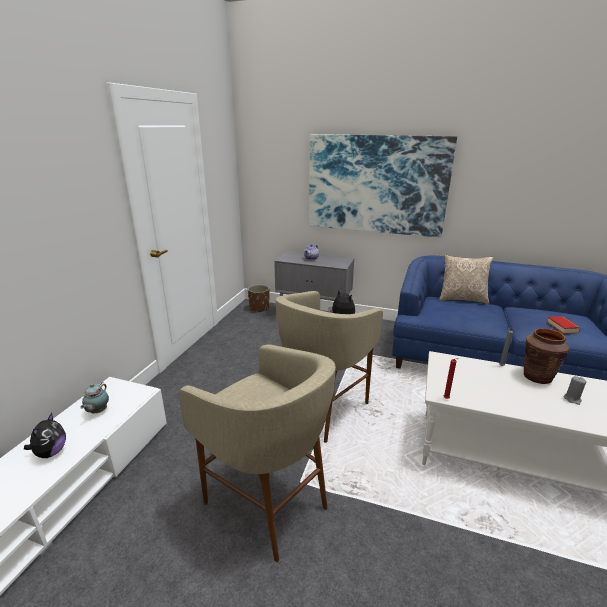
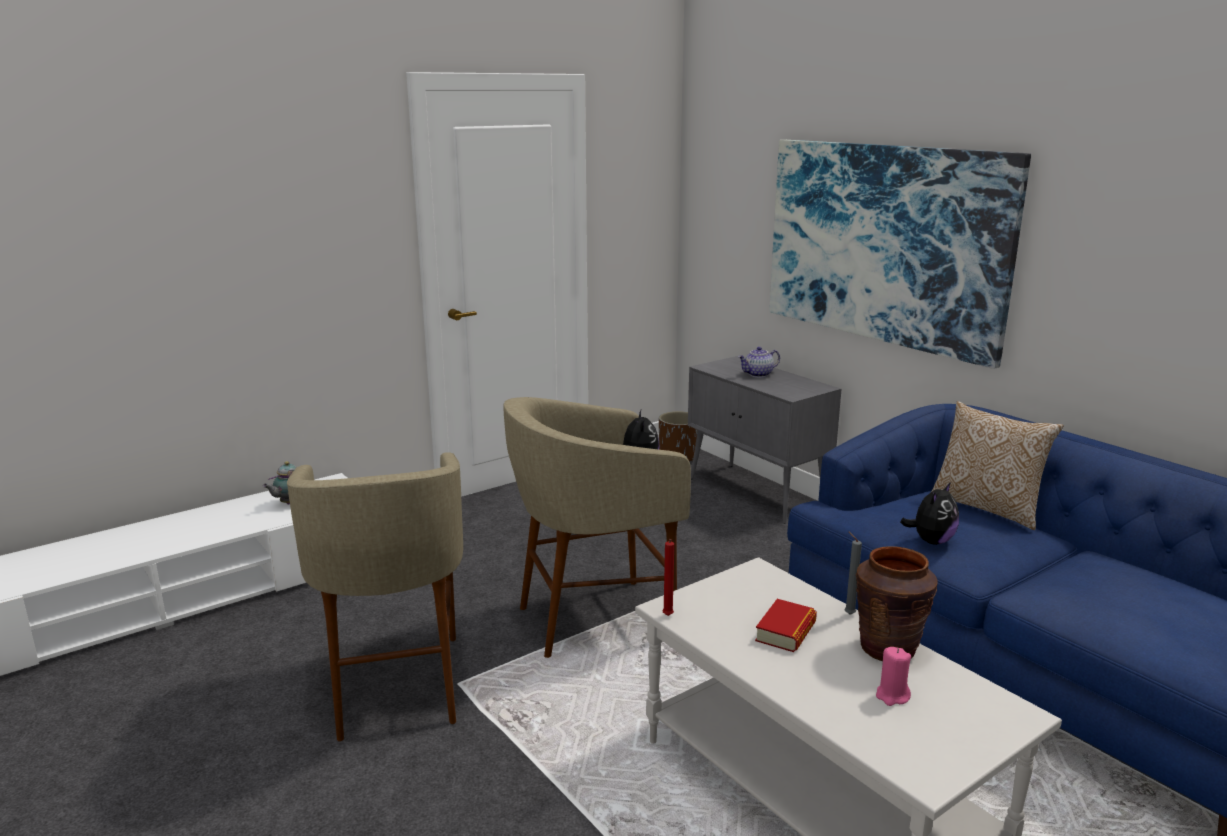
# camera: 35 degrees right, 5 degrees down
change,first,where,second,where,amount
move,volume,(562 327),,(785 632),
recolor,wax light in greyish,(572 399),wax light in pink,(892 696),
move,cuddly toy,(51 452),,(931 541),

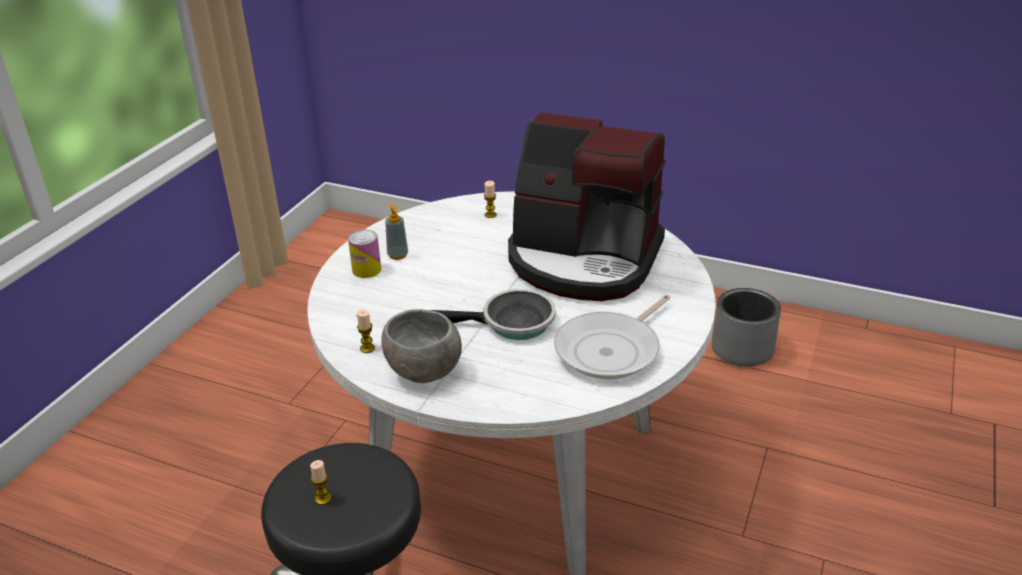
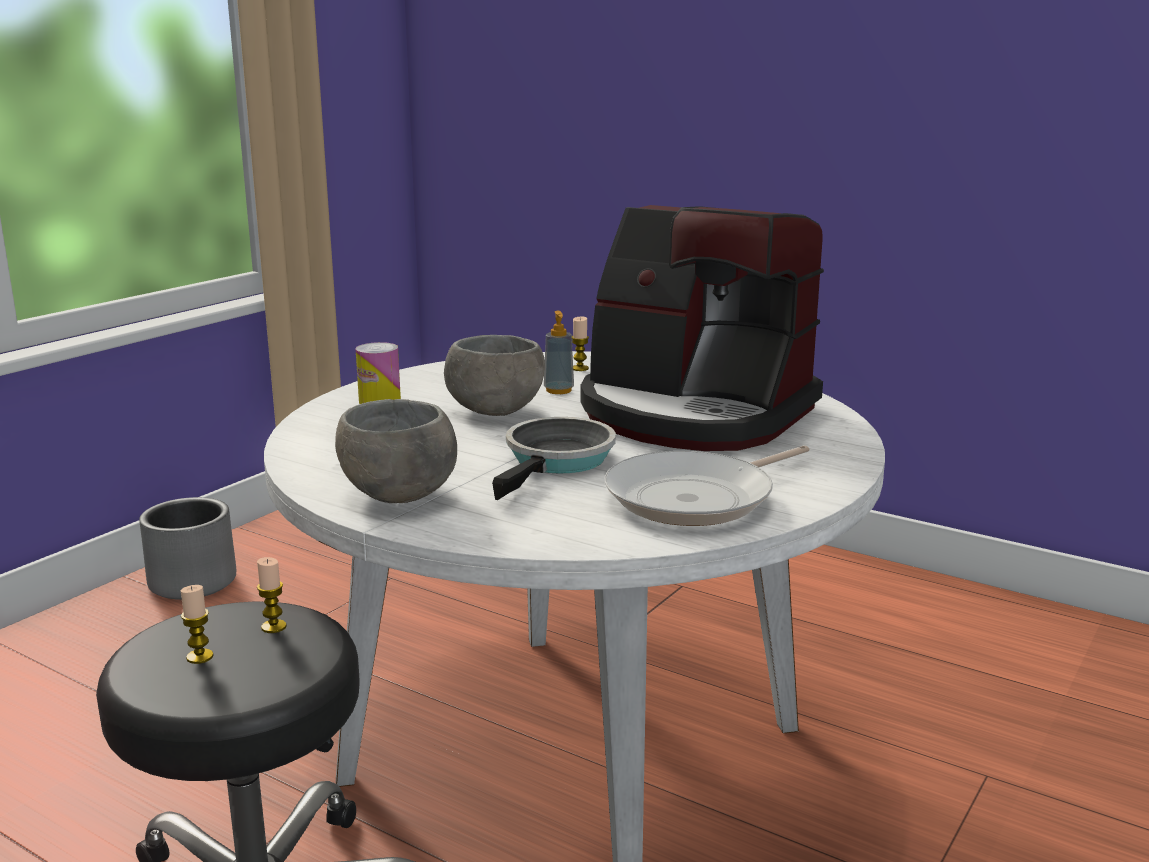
# camera: 10 degrees right, 15 degrees down
change,first,where,second,where,amount
move,planter in greyish,(742 349),,(193 582),
move,wax light,(367 348),,(273 627),
insert,,,deep dish in greyish,(494 411),
rotate,pan,(512 323),,(557 461),75 degrees counterclockwise
move,soap bottle,(398 255),,(558 390),

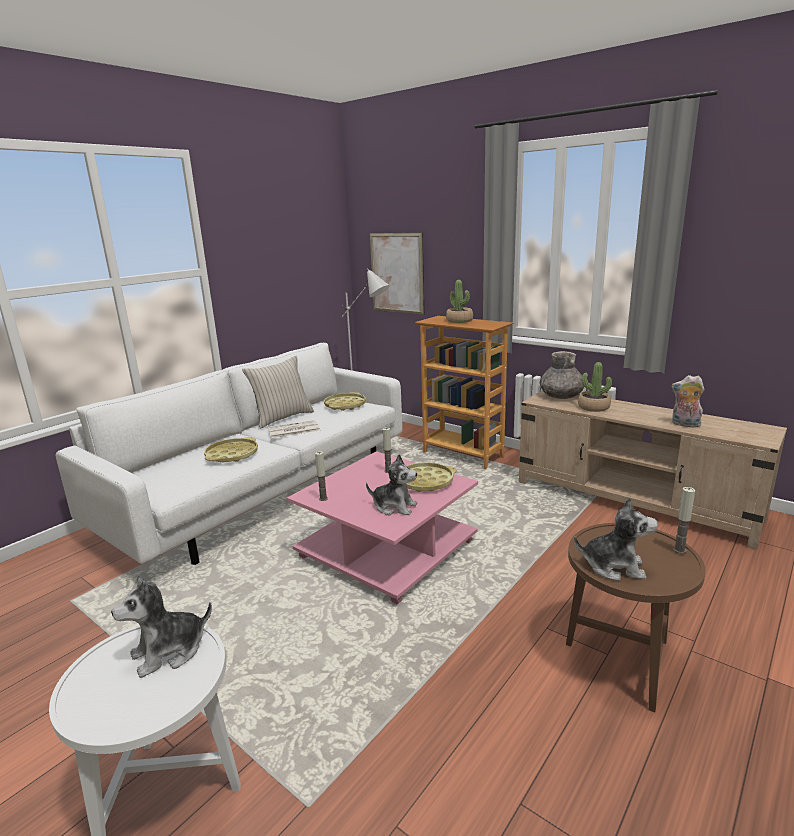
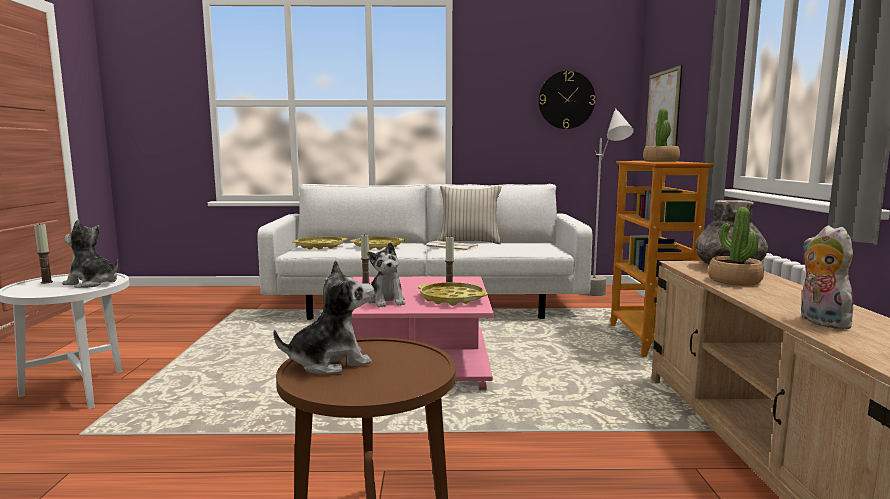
# camera: 50 degrees right, 10 degrees down
change,first,where,second,where,amount
move,wax light,(679 550),,(46 282),
rotate,cuddly toy,(614 566),,(330 362),90 degrees counterclockwise
move,tray in yellowish,(345 405),,(320 246),
insert,,,clock on the wall,(566 100),

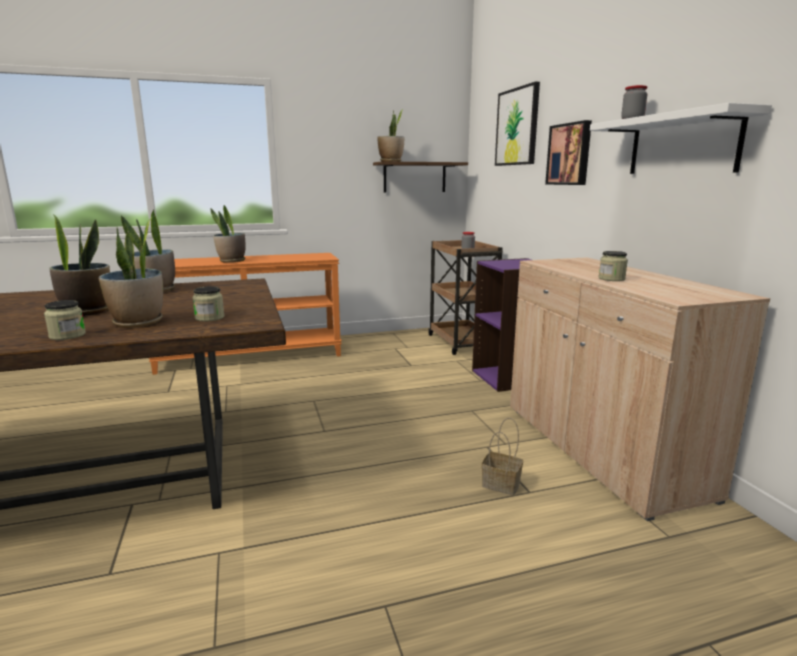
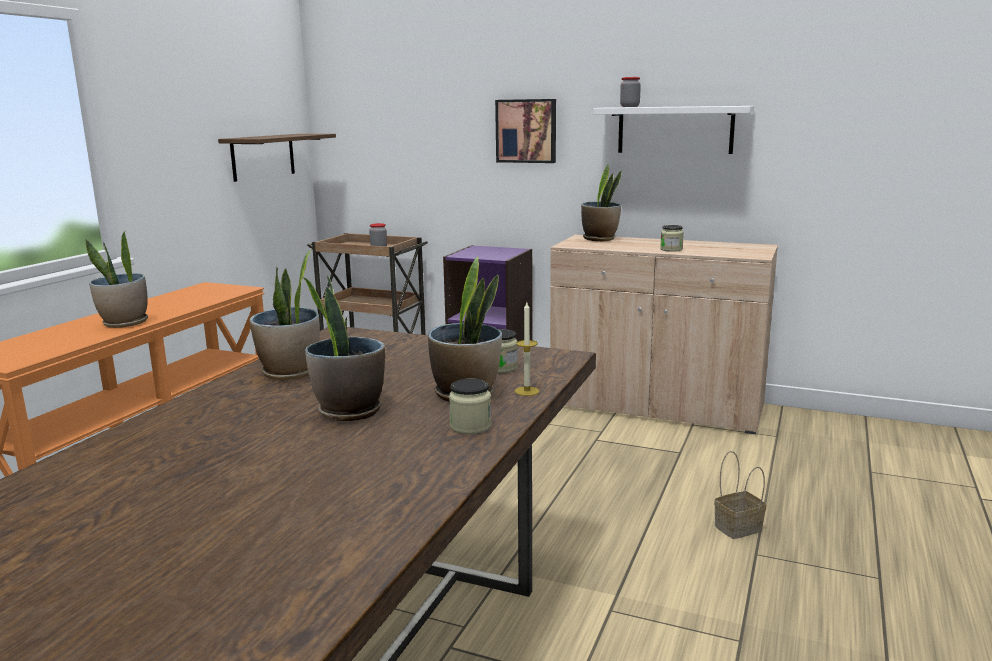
# camera: 50 degrees left, 0 degrees up
change,first,where,second,where,amount
insert,,,wax light,(527 391),
move,houseplant,(391 161),,(600 239),
move,basket,(502 484),,(738 527),
delete,wall picture,(517 127),,,

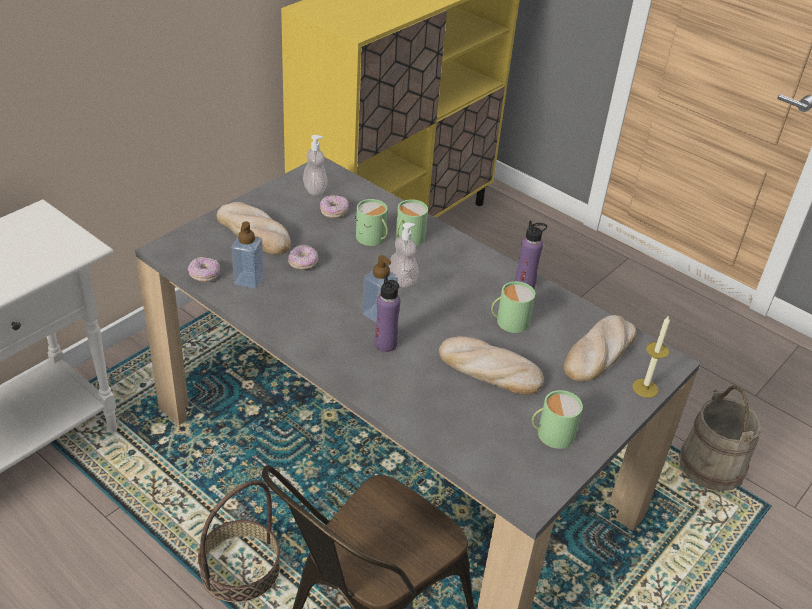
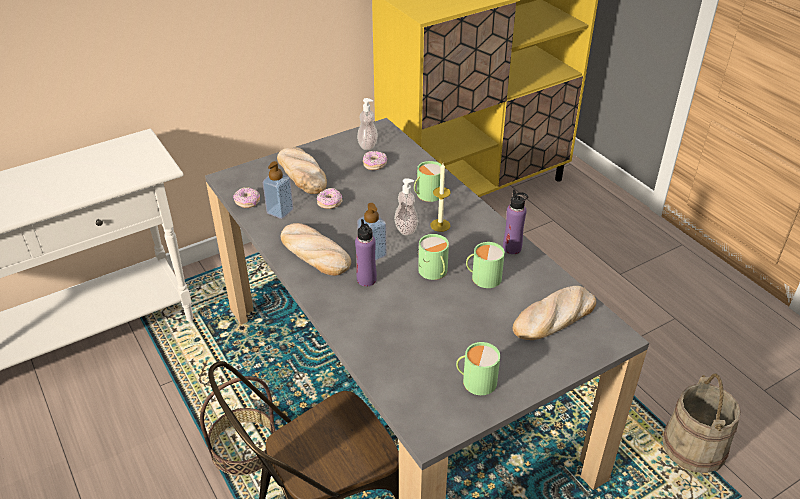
# camera: 20 degrees right, 0 degrees up
change,first,where,second,where,amount
move,bakery bread,(489 370),,(314 252),
move,tea mug in green-coloured,(372 238),,(434 272),
move,wax light,(645 388),,(440 225),

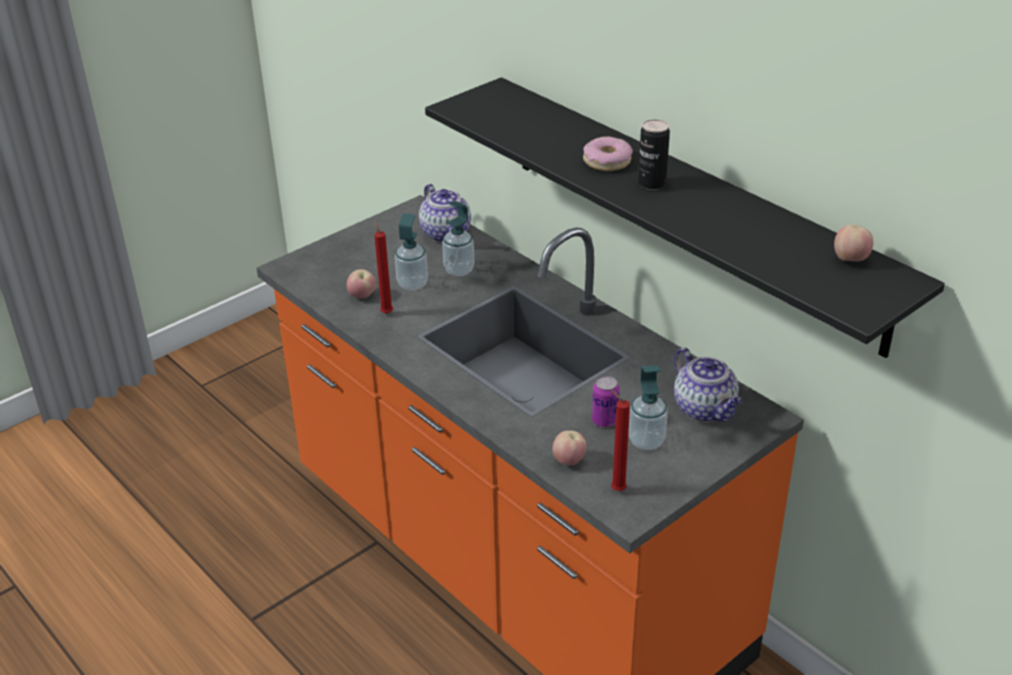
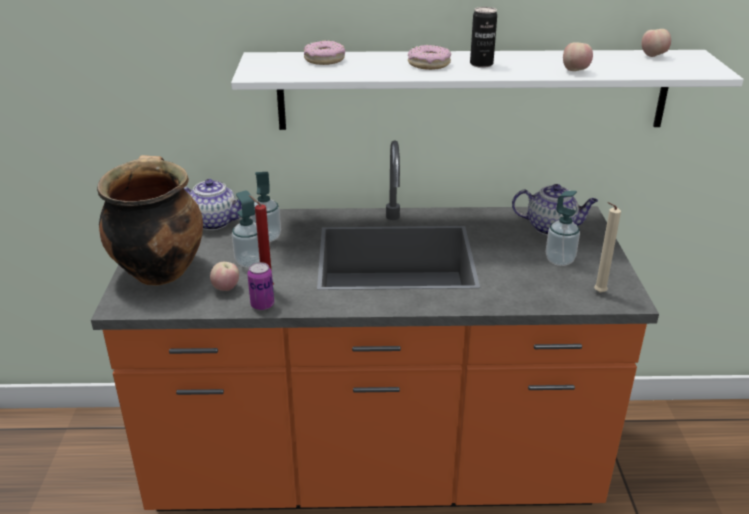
# camera: 50 degrees left, 5 degrees down
change,first,where,second,where,amount
insert,,,stockpot,(159 270),
recolor,bracket shelf in black-coloured,(688 209),bracket shelf in white-coloured,(472 90),
move,metal can,(605 421),,(262 305),
insert,,,donut,(324 60),
move,apple,(569 461),,(575 71),
recolor,wax light in reddish,(616 489),wax light in beige-coloured,(598 293),

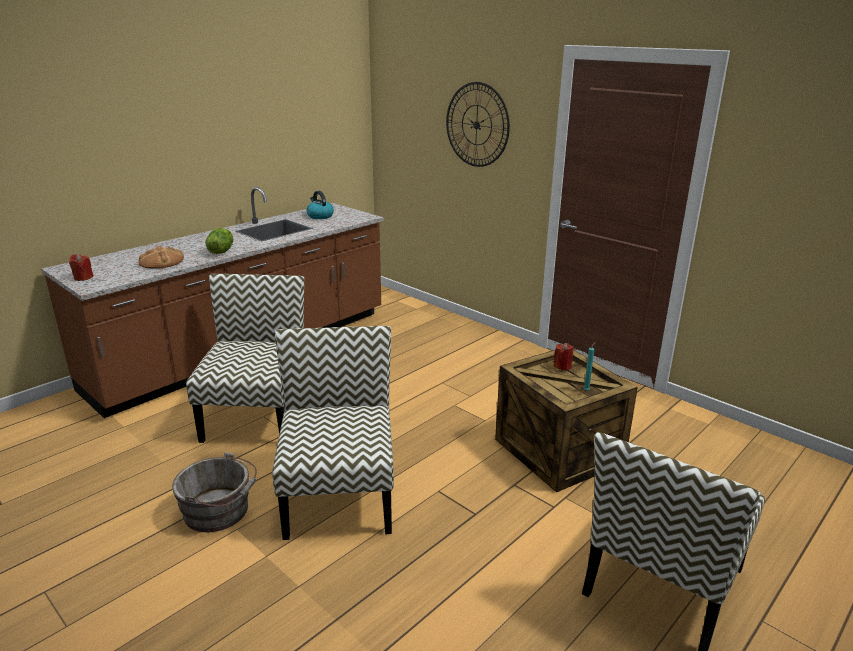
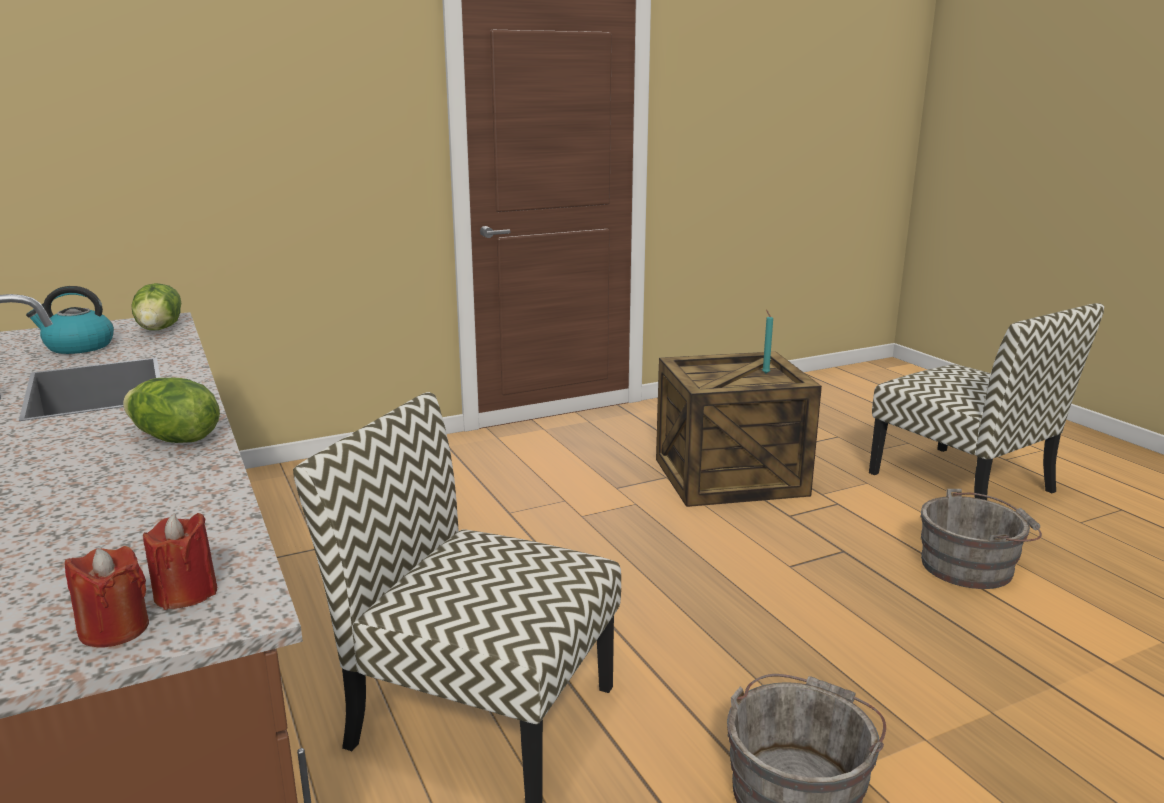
# camera: 70 degrees left, 5 degrees down
change,first,where,second,where,amount
insert,,,lettuce,(160 329),
move,wax light in reddish,(562 366),,(186 593),
insert,,,bucket in greyish,(972 566),
delete,bakery bread,(161 262),,,
delete,plain chair,(339 495),,,
delete,clock on the wall,(477 125),,,

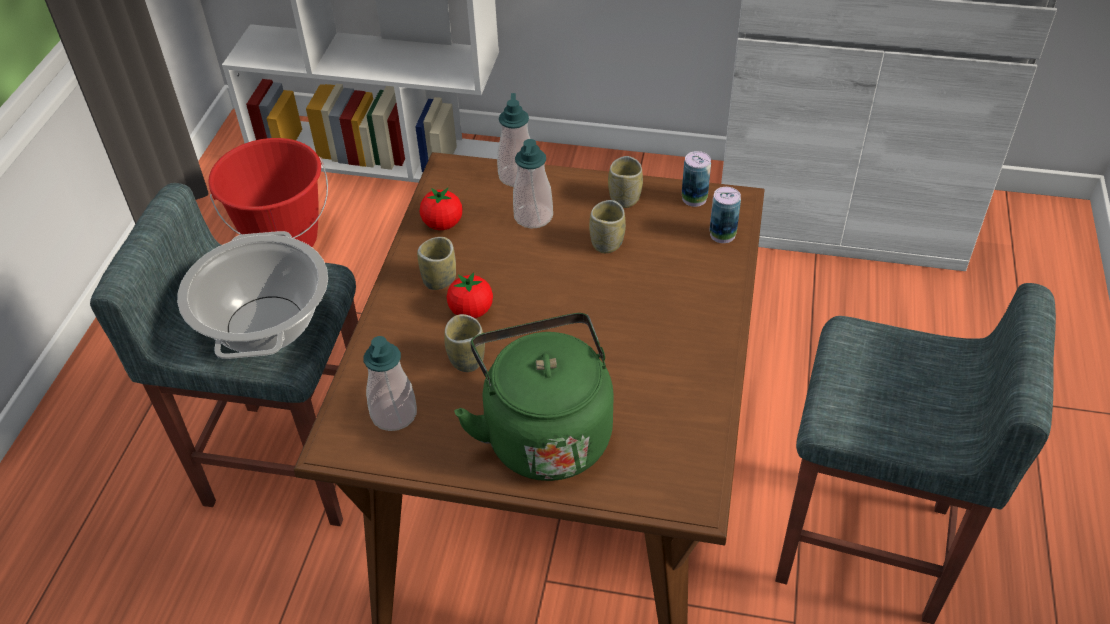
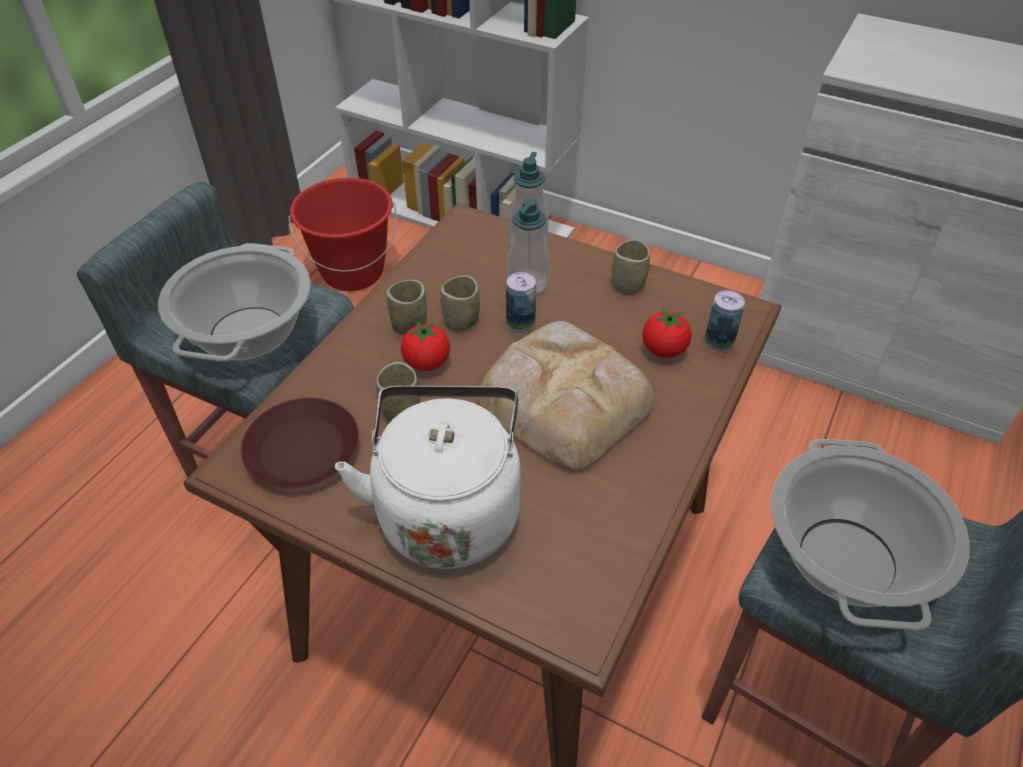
# camera: 15 degrees right, 0 degrees up
change,first,where,second,where,amount
replace,soap bottle,(394 414),plate in brown-coloured,(304 450),
recolor,tea kettle in green-coloured,(545 432),tea kettle in white-coloured,(448 510),
move,small cup,(607 243),,(461 321),
insert,,,bakery bread,(564 399),
move,metal can,(694 198),,(520 324),
move,fresh tomato,(442 224),,(664 350),
insert,,,stockpot,(845 559),

